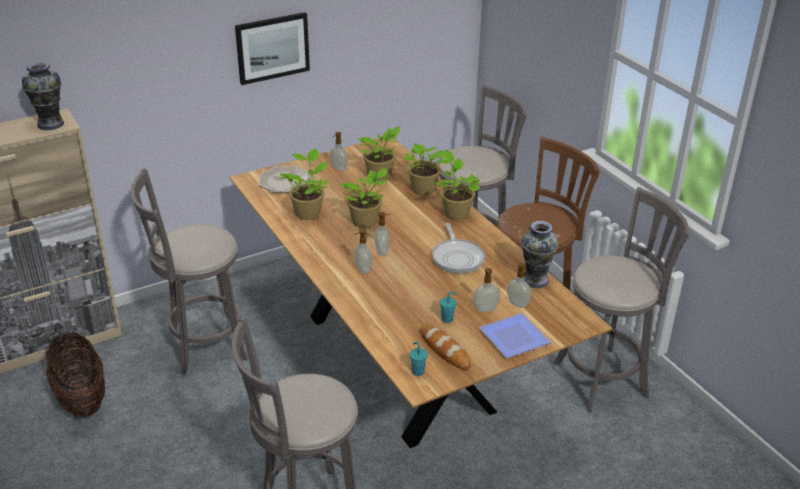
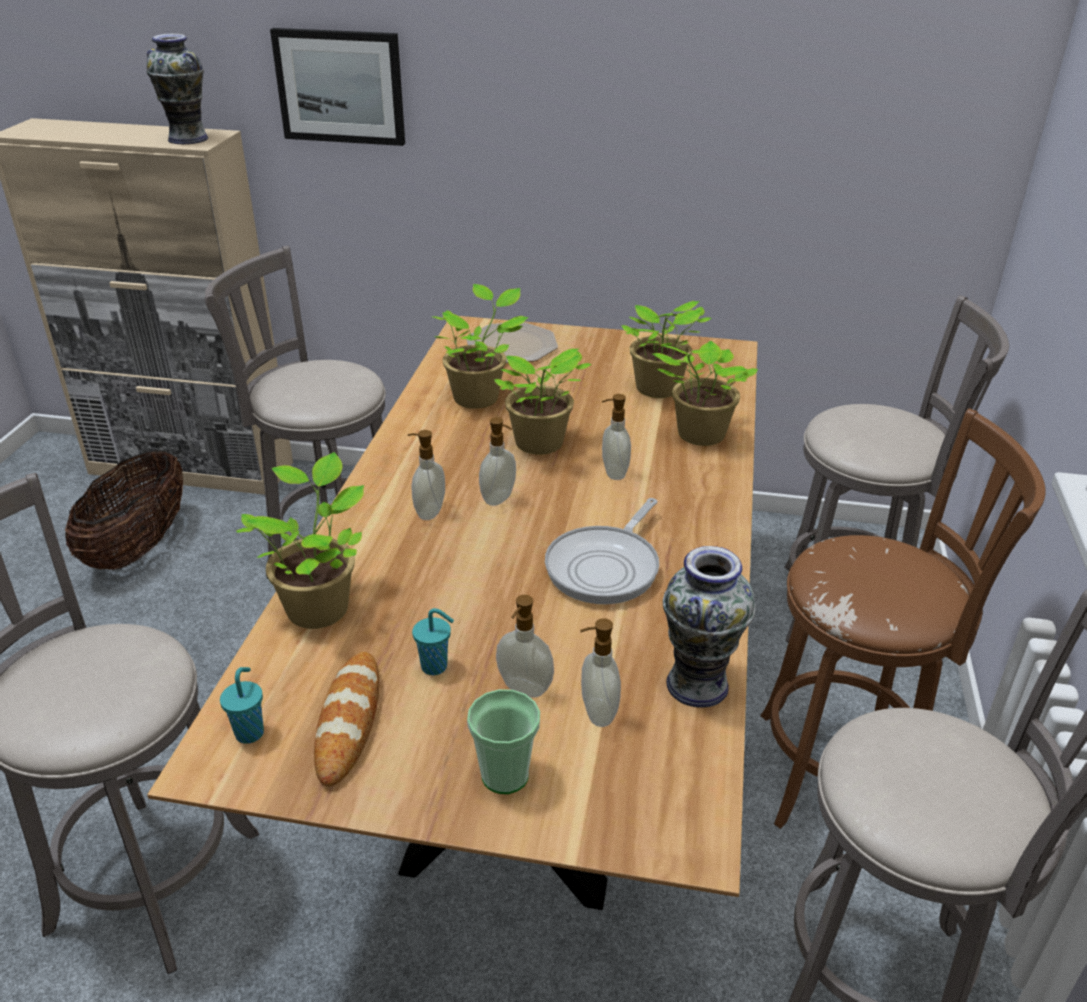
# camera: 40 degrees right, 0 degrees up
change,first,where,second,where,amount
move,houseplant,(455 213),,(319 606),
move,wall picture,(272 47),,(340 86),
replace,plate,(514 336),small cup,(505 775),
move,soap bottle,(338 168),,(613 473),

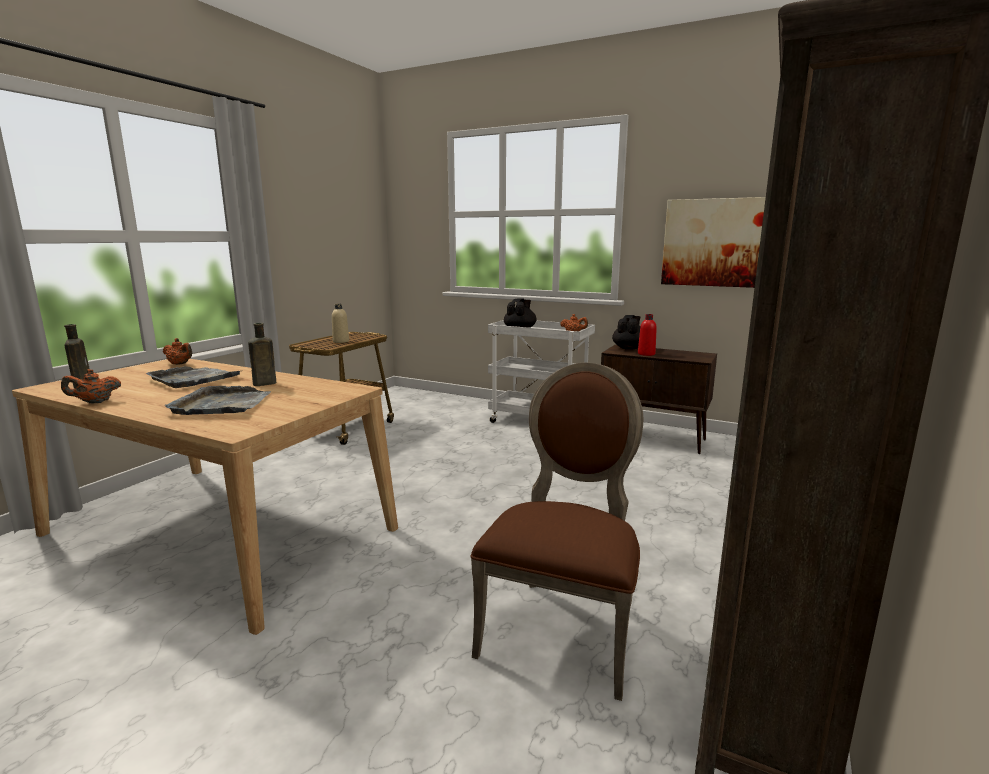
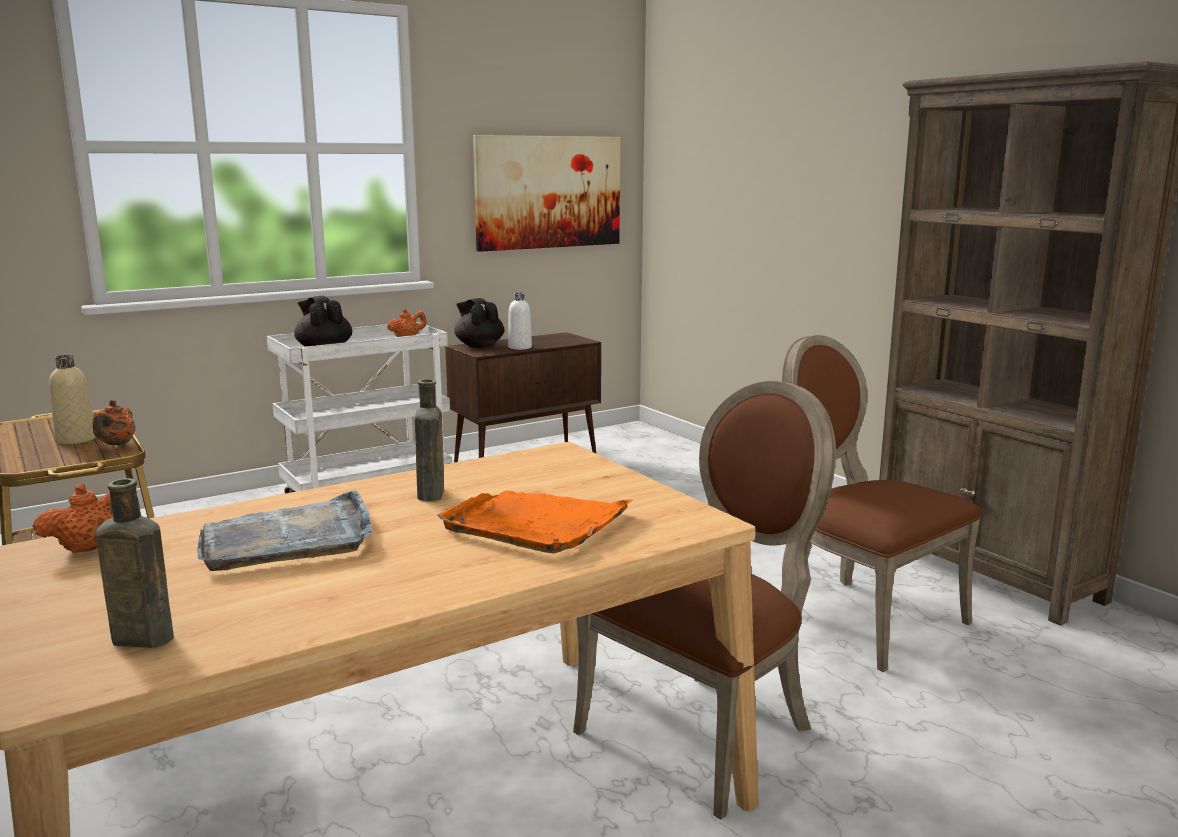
# camera: 60 degrees left, 0 degrees up
change,first,where,second,where,amount
move,tea pot in orange,(95 402),,(117 444),
recolor,tray in greyish,(222 405),tray in orange,(536 524),
recolor,drink bottle in reddish,(646 354),drink bottle in white-coloured,(520 347),
insert,,,plain chair in brown-coloured,(706 730),

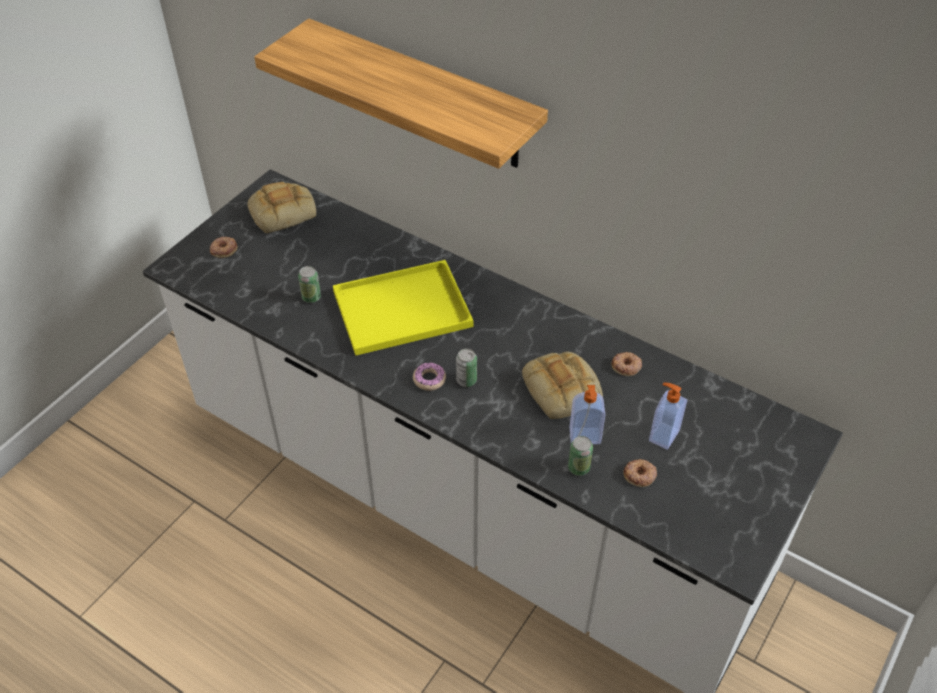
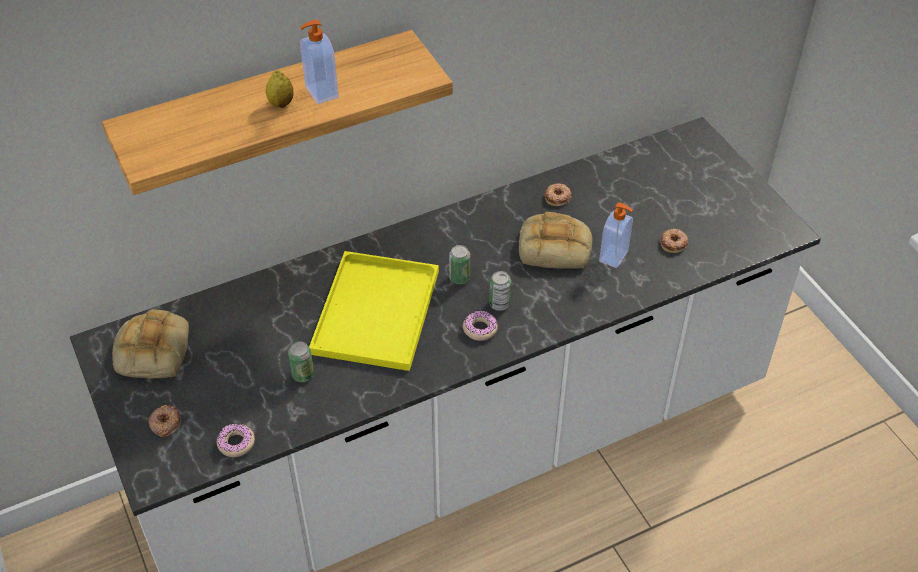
# camera: 60 degrees left, 0 degrees up
change,first,where,second,where,amount
insert,,,donut,(236 443),
insert,,,lemon,(281 103),
move,soap bottle,(663 435),,(320 93),
move,metal can,(578 468),,(459 278),

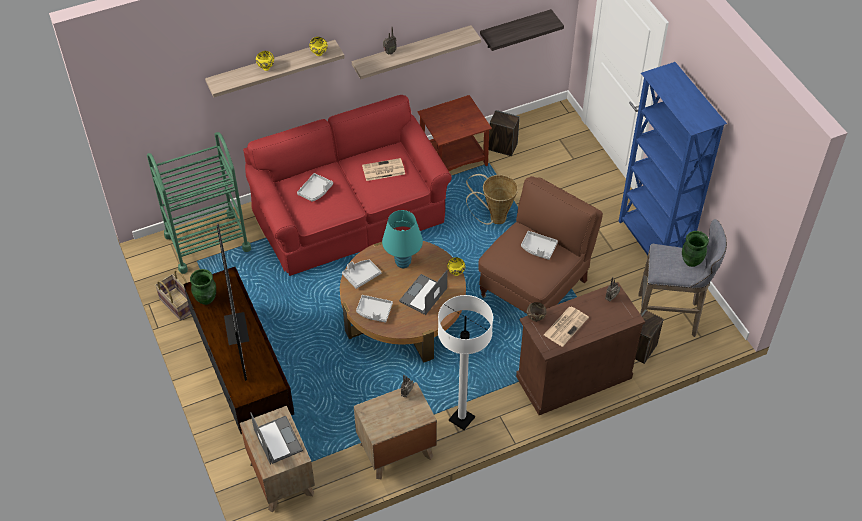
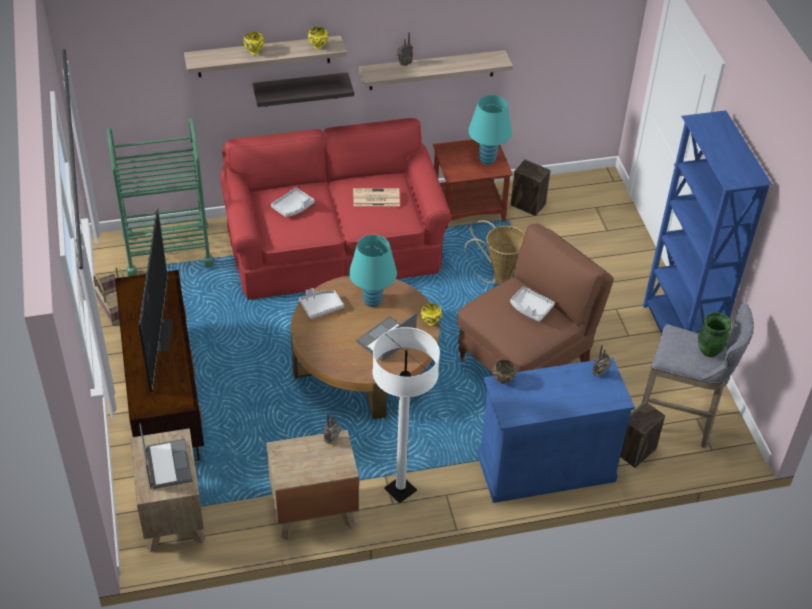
# camera: 10 degrees right, 5 degrees down
change,first,where,second,where,amount
move,bracket shelf,(515 29),,(300 89),
insert,,,tabletop lamp in blue-green,(487 160),
recolor,cabinet in brown-coloured,(573 377),cabinet in blue-coloured,(546 467),
delete,vase in green-coloured,(206 299),,,
delete,tray in greyish,(374 311),,,
delete,newspaper,(566 326),,,

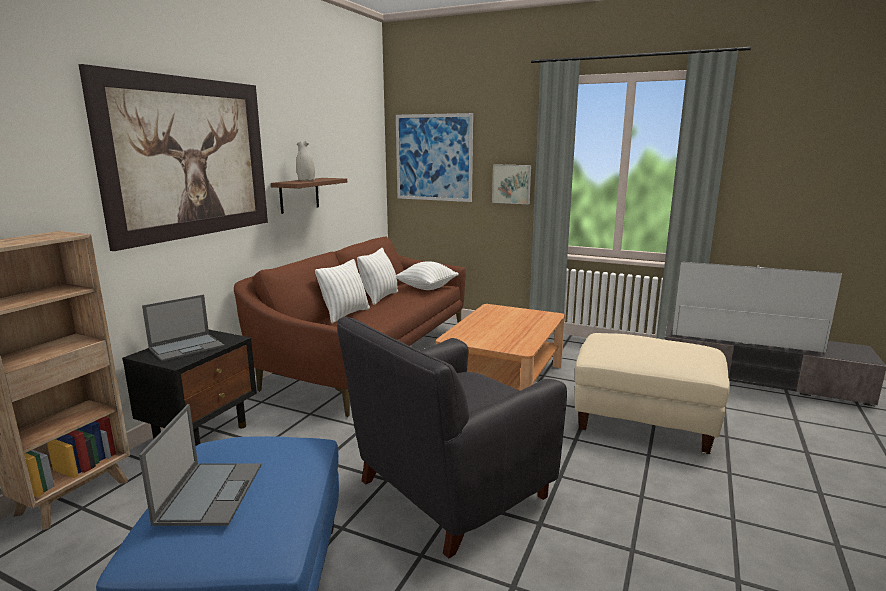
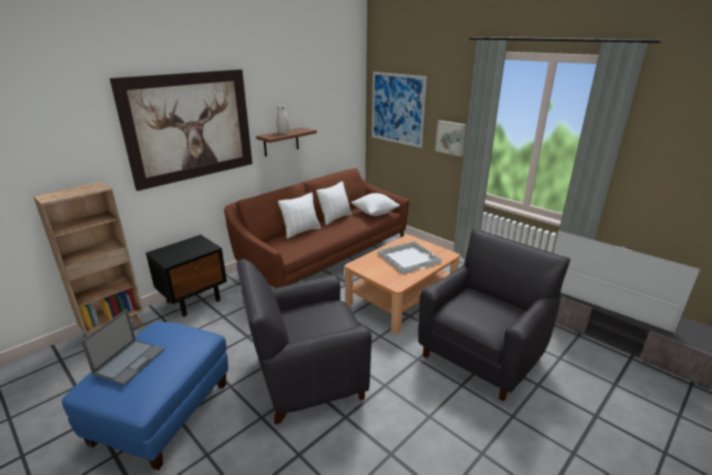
# camera: 20 degrees right, 10 degrees up
change,first,where,second,where,amount
insert,,,tray in white-coloured,(409 258),
replace,footrest in beige-coloured,(644 420),easy chair in black-coloured,(483 355),
delete,notebook computer,(187 347),,,

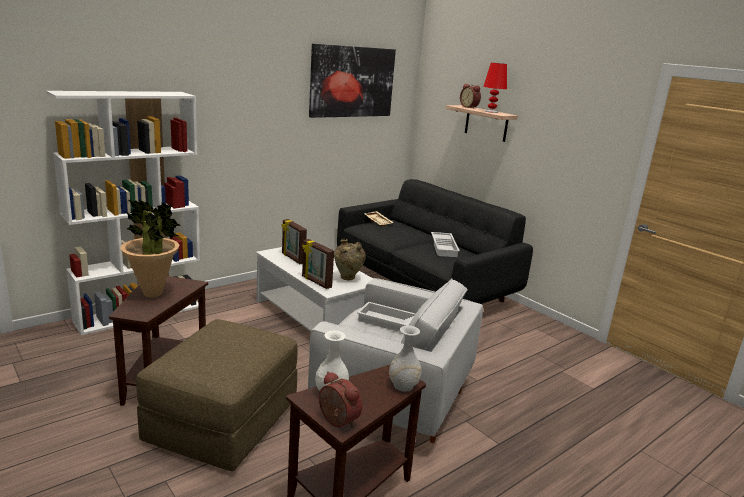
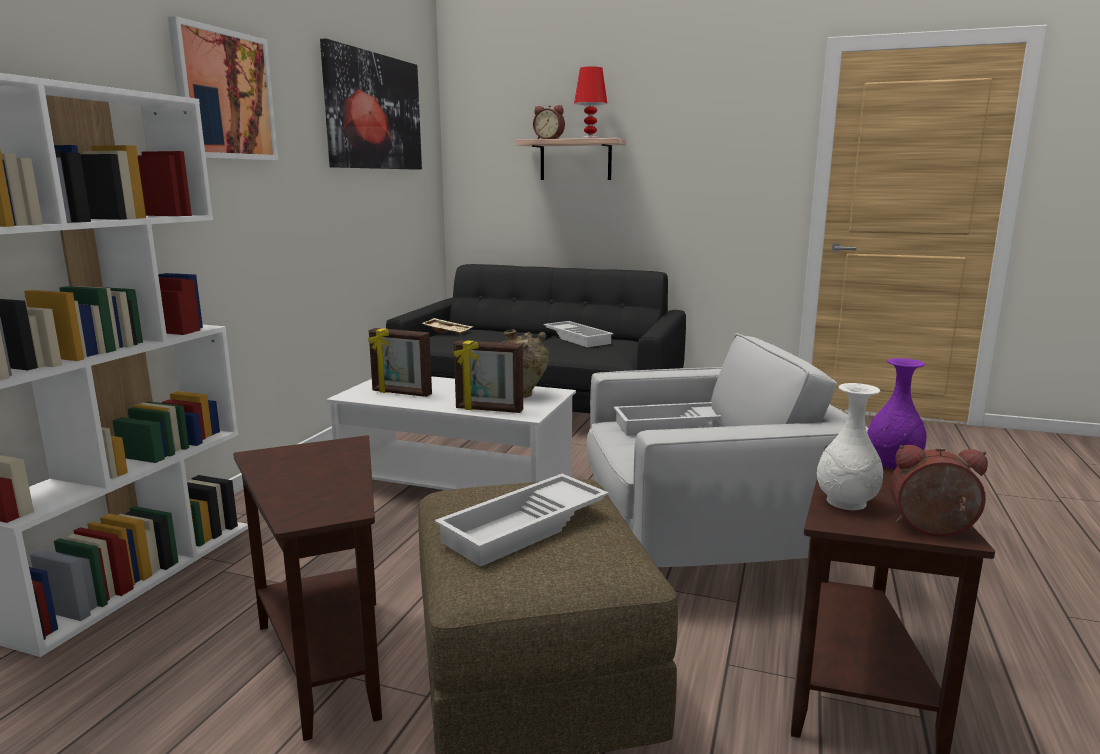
# camera: 30 degrees left, 5 degrees down
change,first,where,second,where,amount
insert,,,wall picture,(224 95),
insert,,,tray in white-coloured,(525 528),
recolor,vase in white-coloured,(403 386),vase in purple-coloured,(893 463),
delete,houseplant,(153 293),,,

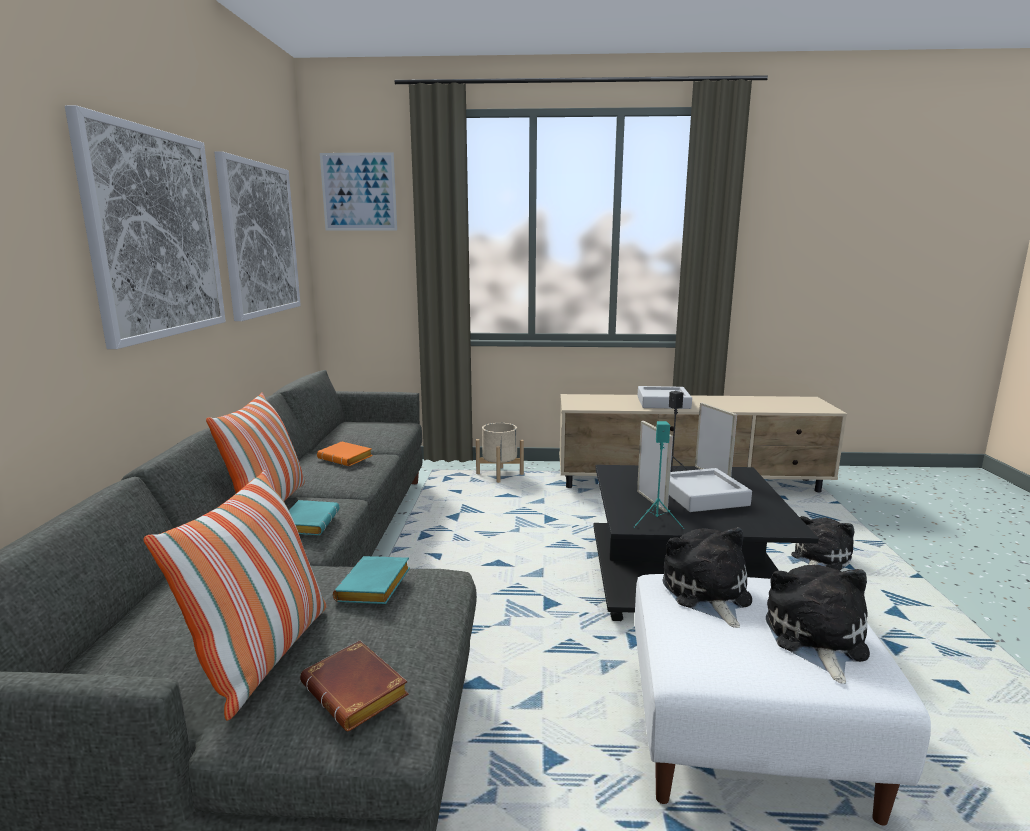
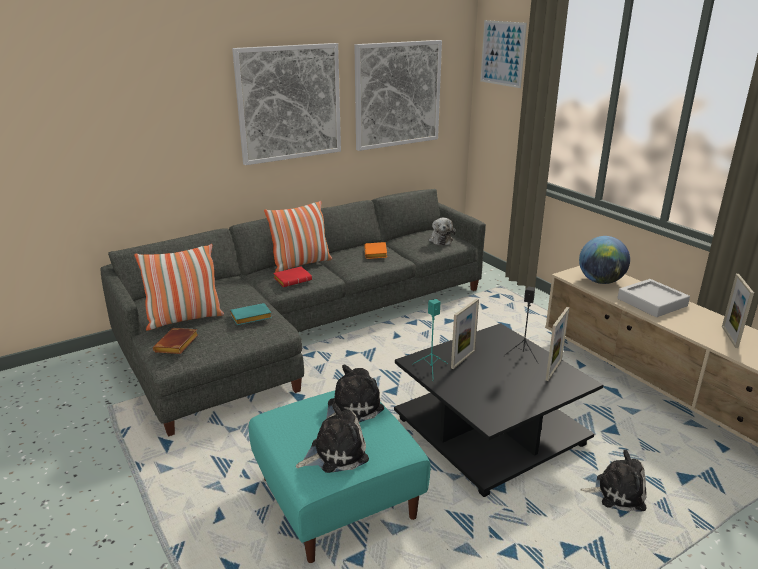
# camera: 55 degrees right, 10 degrees up
change,first,where,second,where,amount
recolor,footrest in white-coloured,(745 740),footrest in blue-green,(336 498),
recolor,volume in blue-green,(308 522),volume in reddish,(293 279),
insert,,,cuddly toy,(440 240),
insert,,,world globe,(600 281),
insert,,,photo frame,(729 337),
delete,planter in beige-coloured,(499 475),,,
delete,tray in greyish,(703 496),,,

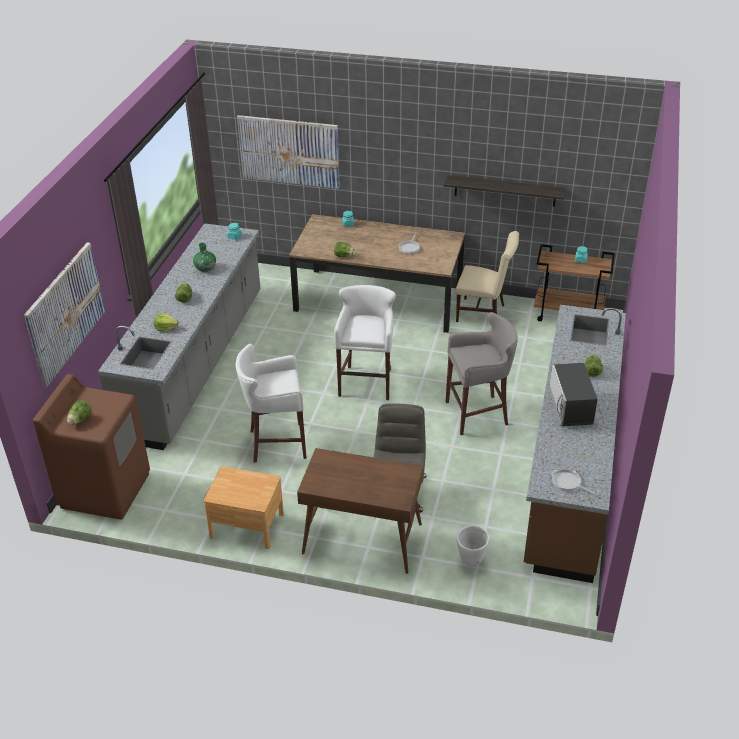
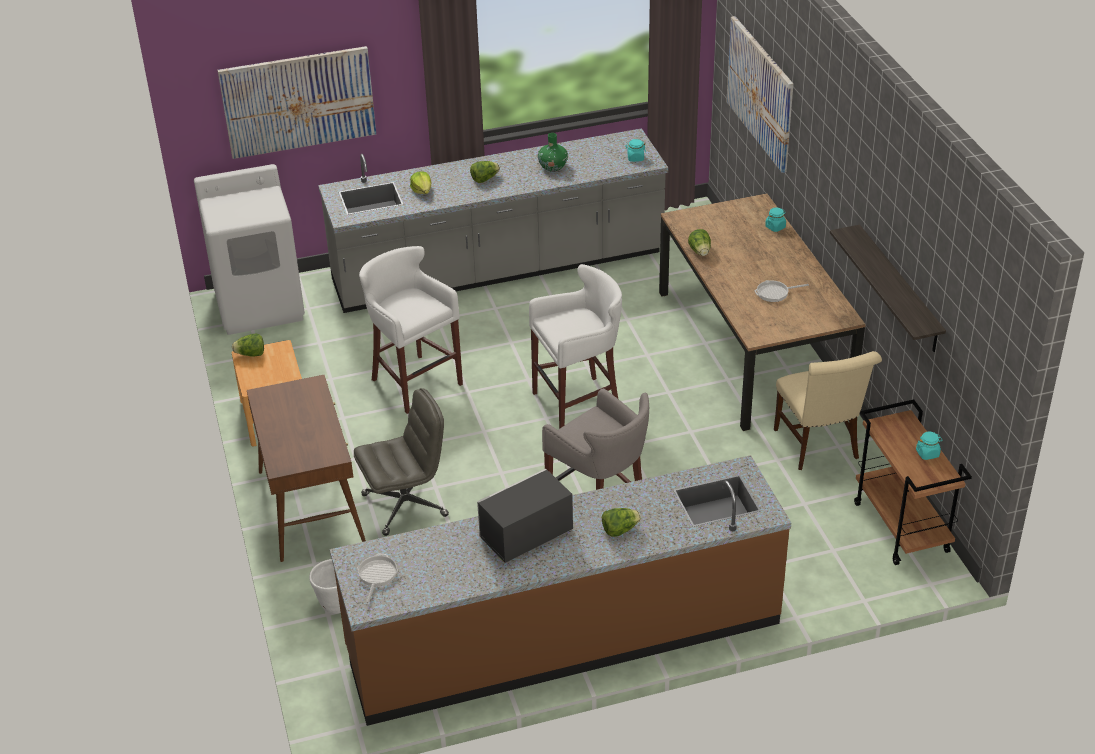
# camera: 60 degrees right, 0 degrees up
change,first,where,second,where,amount
recolor,washing machine in brown-coloured,(105 489),washing machine in white-coloured,(260 305),
move,lettuce,(80 420),,(250 354),

